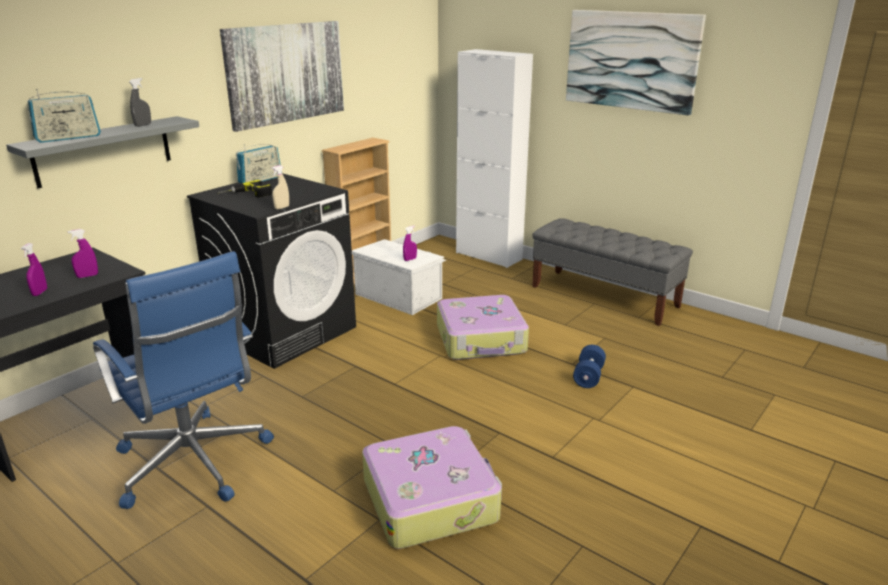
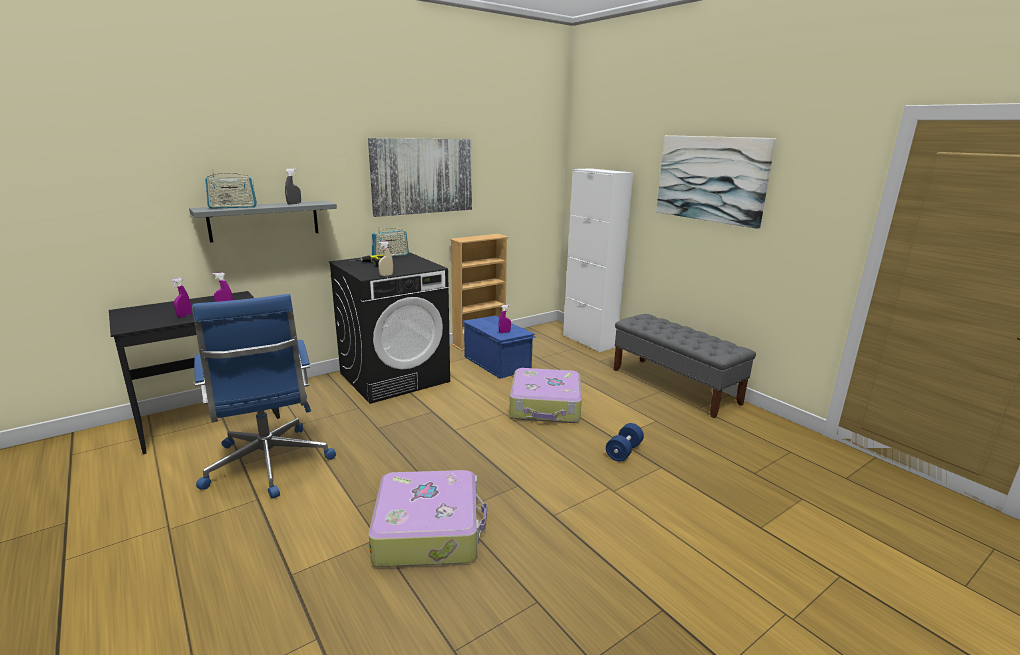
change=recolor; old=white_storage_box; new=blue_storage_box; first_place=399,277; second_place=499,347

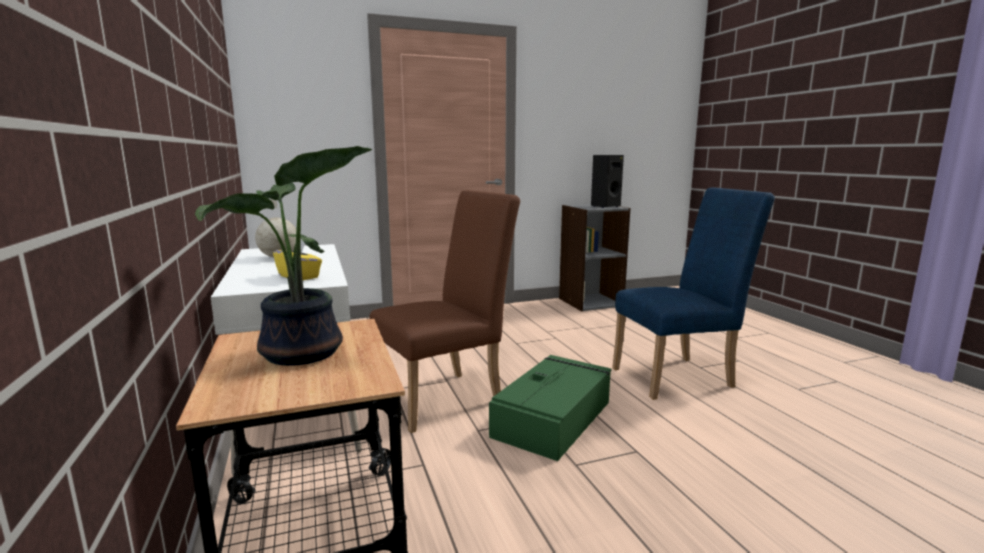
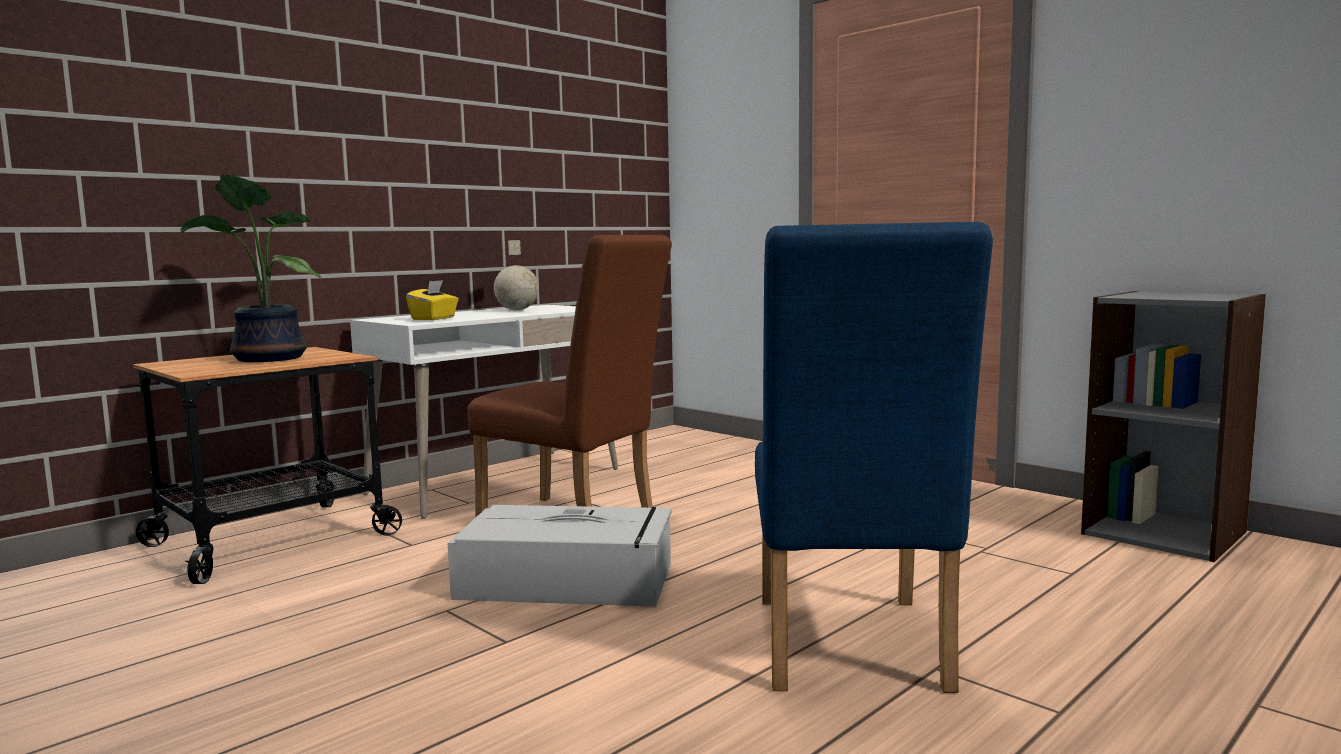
change=delete; old=black_speaker; first_place=607,181
change=rotate; old=blue_chair; first_place=693,293; second_place=874,457; degrees=45
change=recolor; old=green_storage_box; new=grey_storage_box; first_place=550,408; second_place=560,556

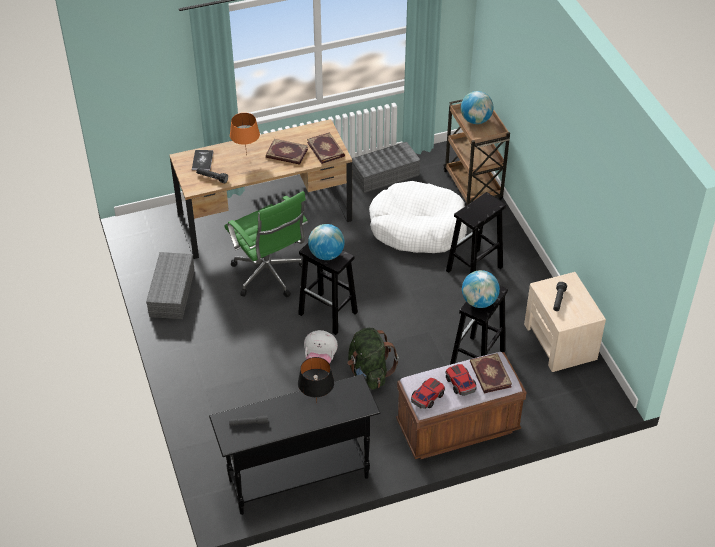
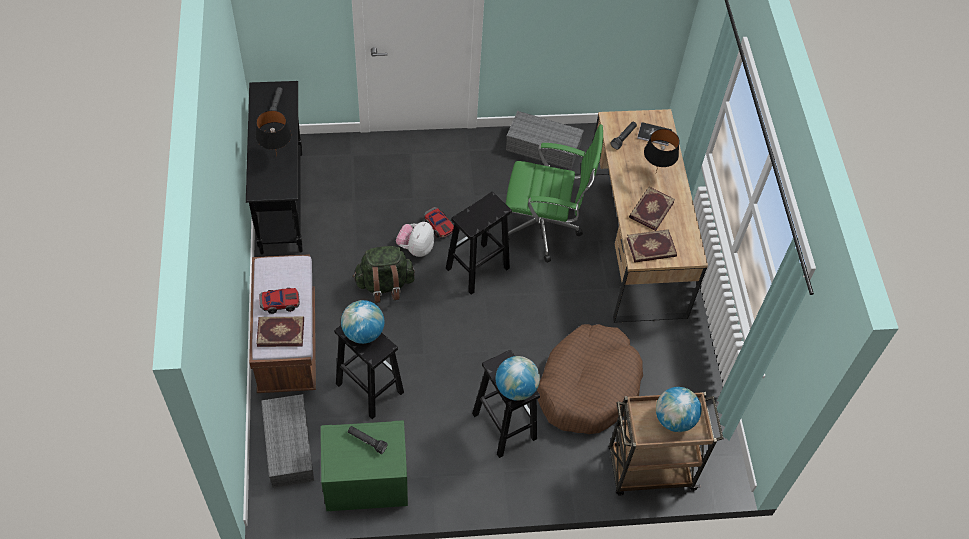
change=recolor; old=orange_table_lamp; new=black_table_lamp; first_place=245,134; second_place=661,150
change=move; old=grey_storage_box; first_place=386,167; second_place=287,440
change=recolor; old=white_dog_bed; new=brown_dog_bed; first_place=418,217; second_place=590,379
change=rotate; old=green_office_chair; first_place=266,244; second_place=554,193; degrees=-150
change=move; old=globe; first_place=326,242; second_place=518,378
change=recolor; old=beige_nightstand; new=green_nightstand; first_place=565,322; second_place=364,465
change=move; old=toy_car; first_place=428,393; second_place=439,223

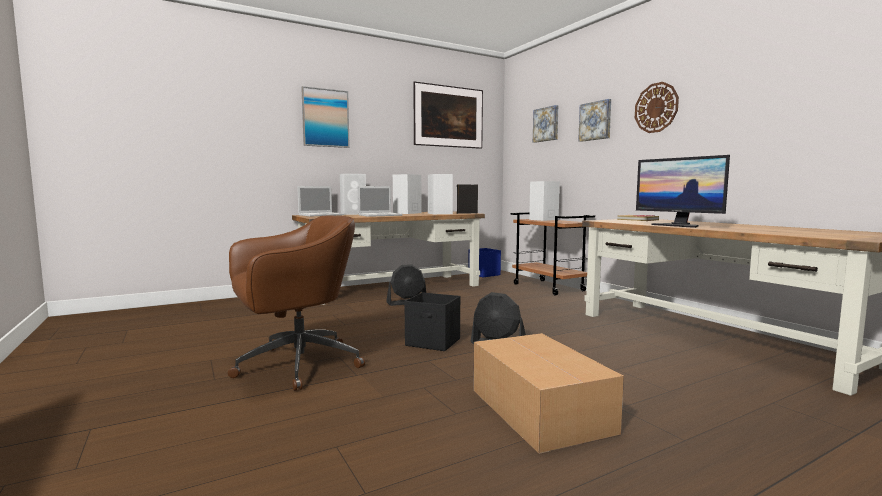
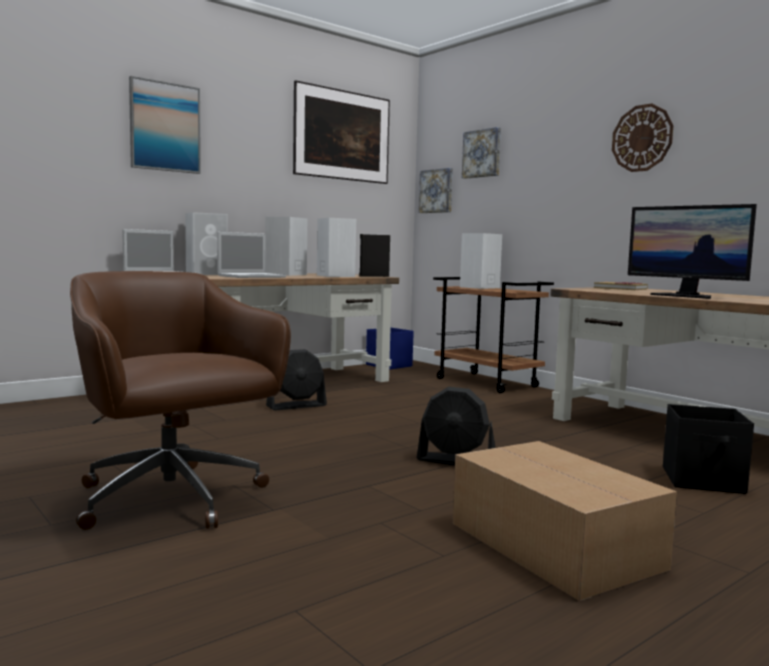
change=move; old=picture; first_place=594,120; second_place=436,190
change=rotate; old=brown_office_chair; first_place=296,303; second_place=180,400; degrees=-90
change=move; old=black_storage_box; first_place=432,321; second_place=708,449

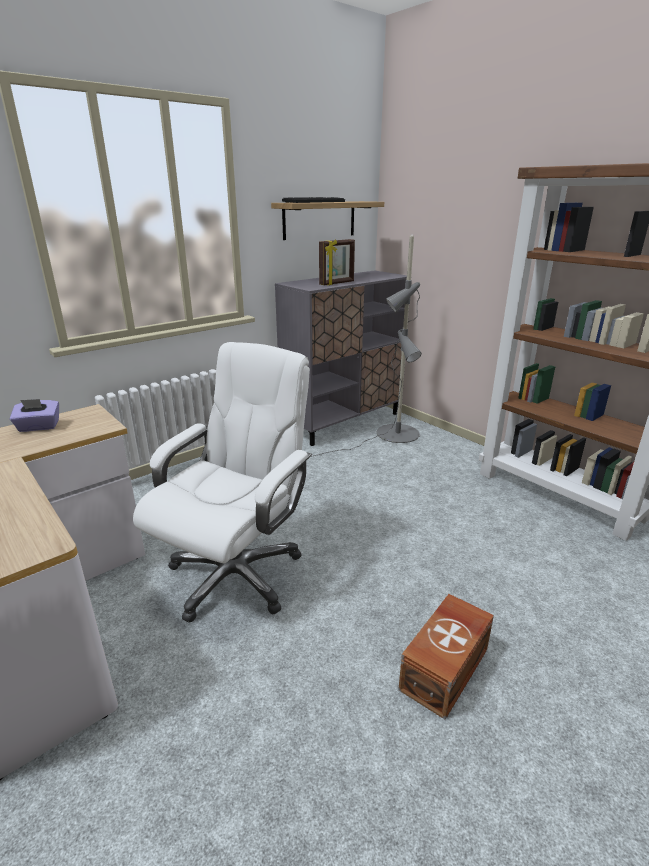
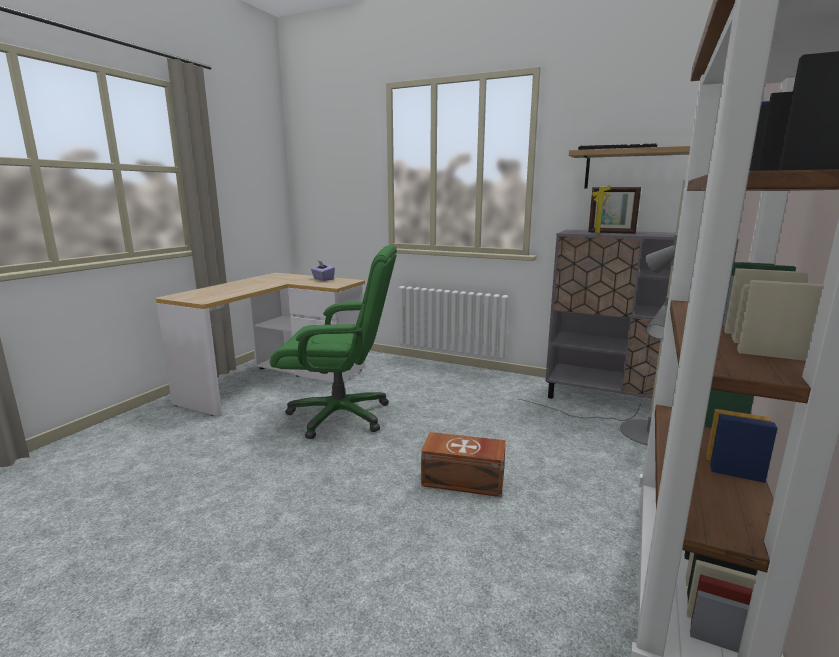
change=recolor; old=white_office_chair; new=green_office_chair; first_place=222,482; second_place=333,342
change=move; old=brown_storage_box; first_place=446,657; second_place=463,464

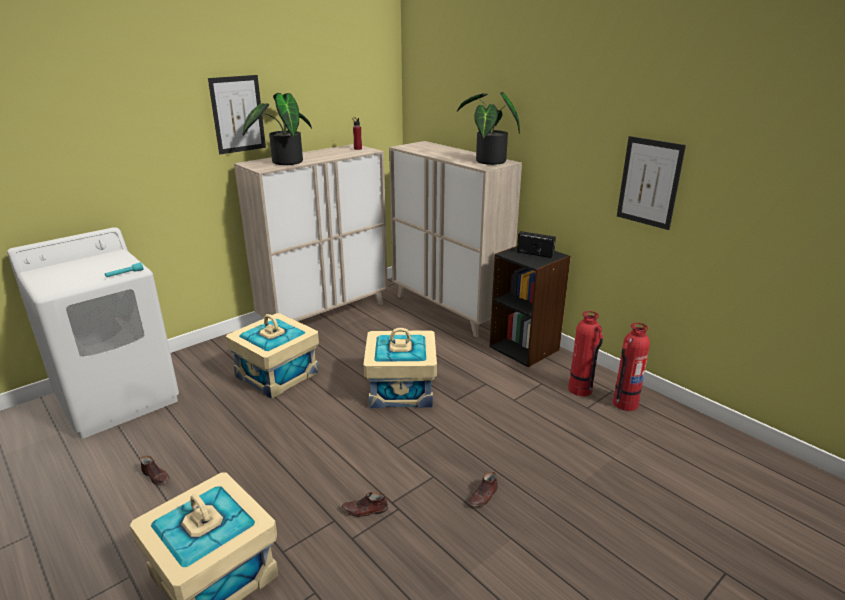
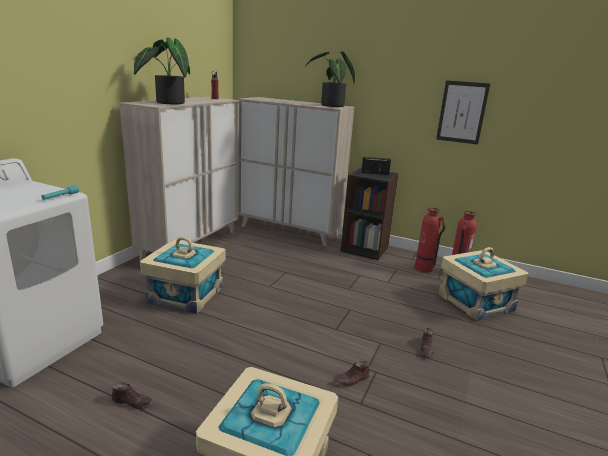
change=delete; old=picture; first_place=237,114
change=move; old=beige_storage_box; first_place=400,368; second_place=483,284

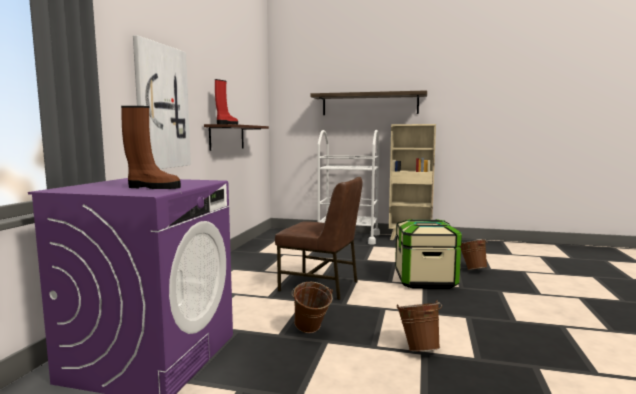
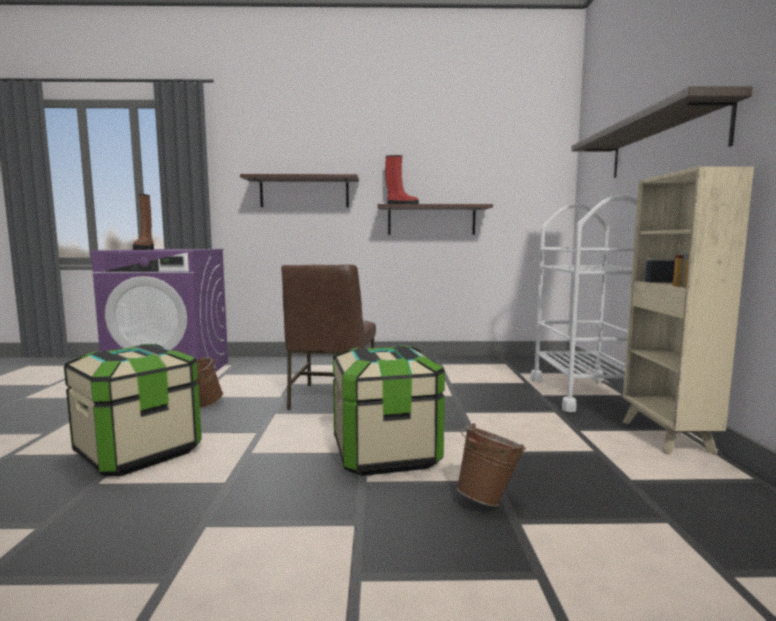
change=replace; old=picture; new=shelf; first_place=162,102; second_place=299,190
change=replace; old=brown_bucket; new=storage_box; first_place=419,325; second_place=133,410

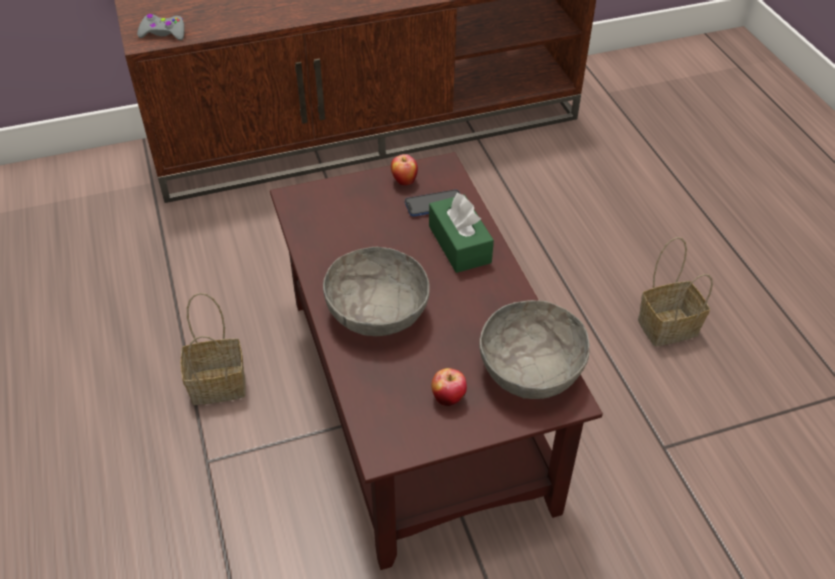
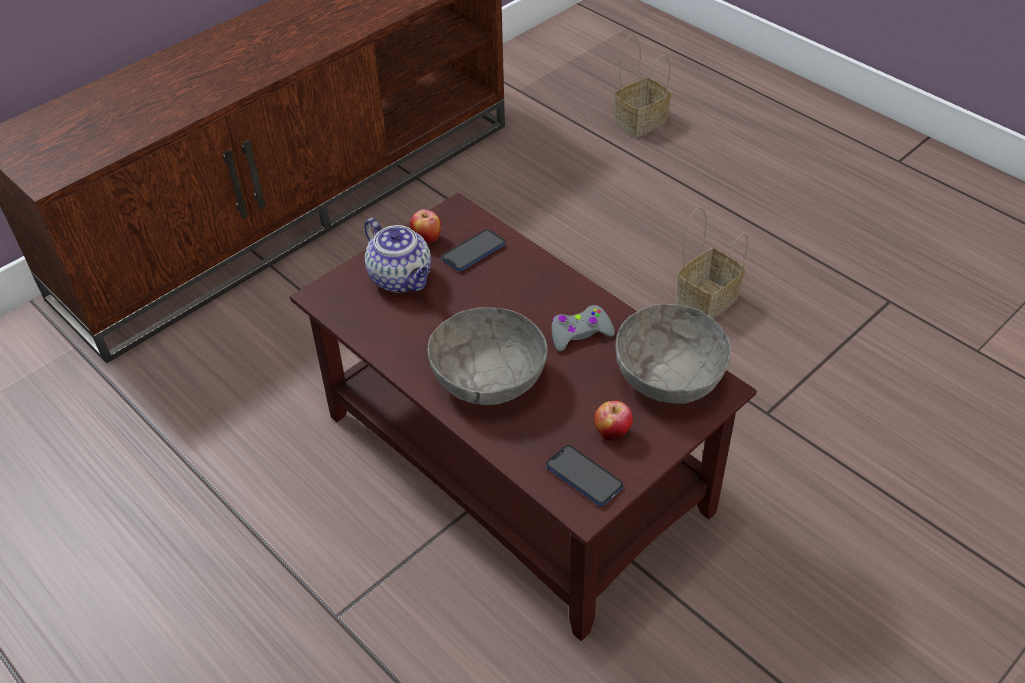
change=move; old=grey_game_controller; first_place=161,27; second_place=583,328
change=delete; old=green_tissue_box; first_place=461,233
change=move; old=basket; first_place=213,349; second_place=643,86
change=insert; new=teapot; second_place=397,255
change=insert; new=phone; second_place=584,475

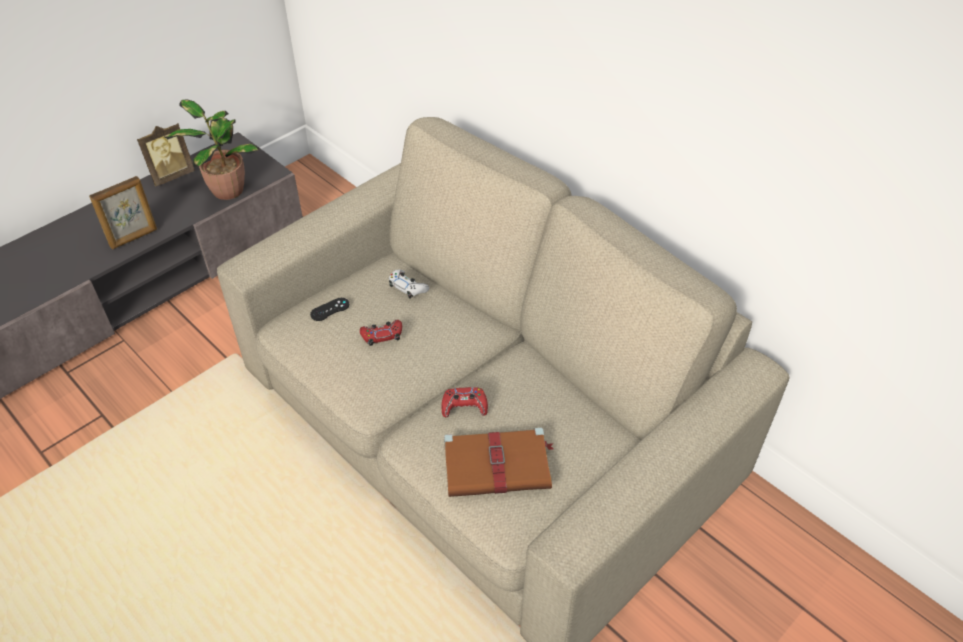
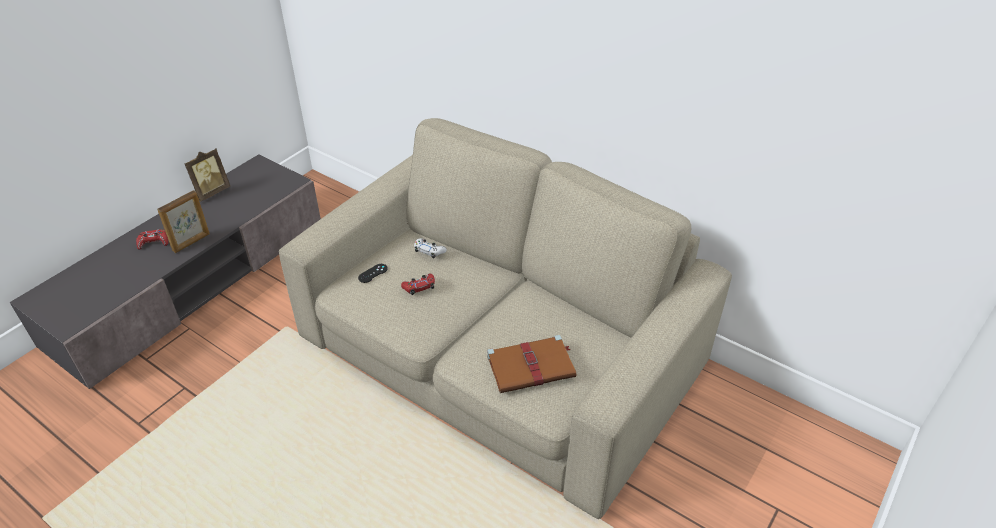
change=delete; old=potted_plant; first_place=211,149
change=move; old=red_game_controller; first_place=465,402; second_place=152,239

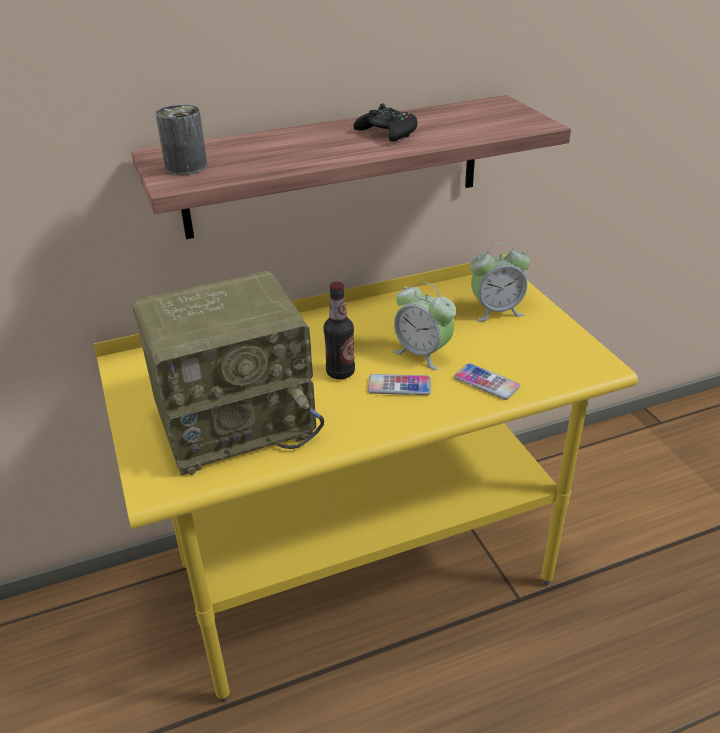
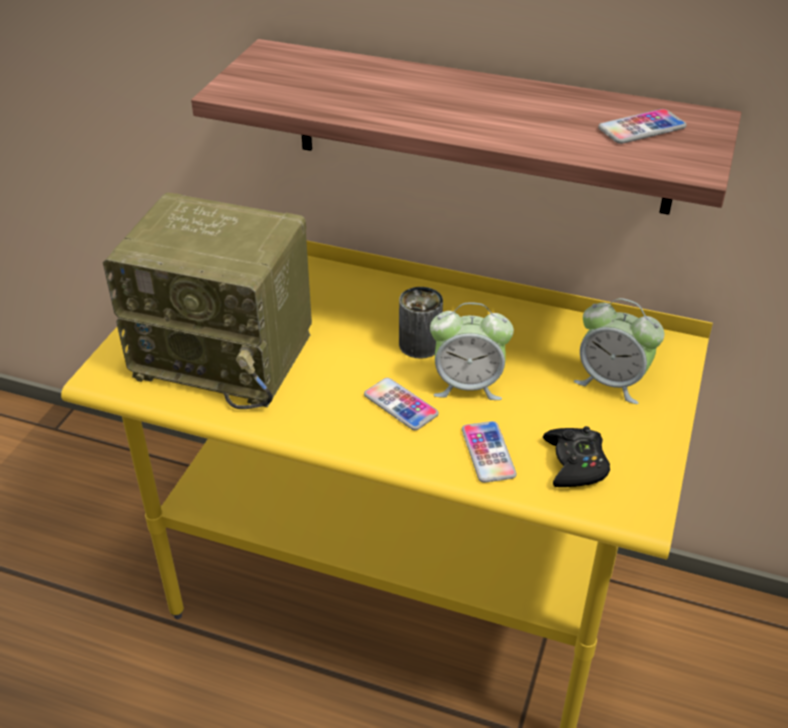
change=move; old=black_game_controller; first_place=385,123; second_place=576,456
change=move; old=can; first_place=181,140; second_place=421,323
change=delete; old=bottle; first_place=339,330
change=rotate; old=alarm_clock; first_place=424,326; second_place=472,351; degrees=-75
change=insert; new=phone; second_place=642,126

